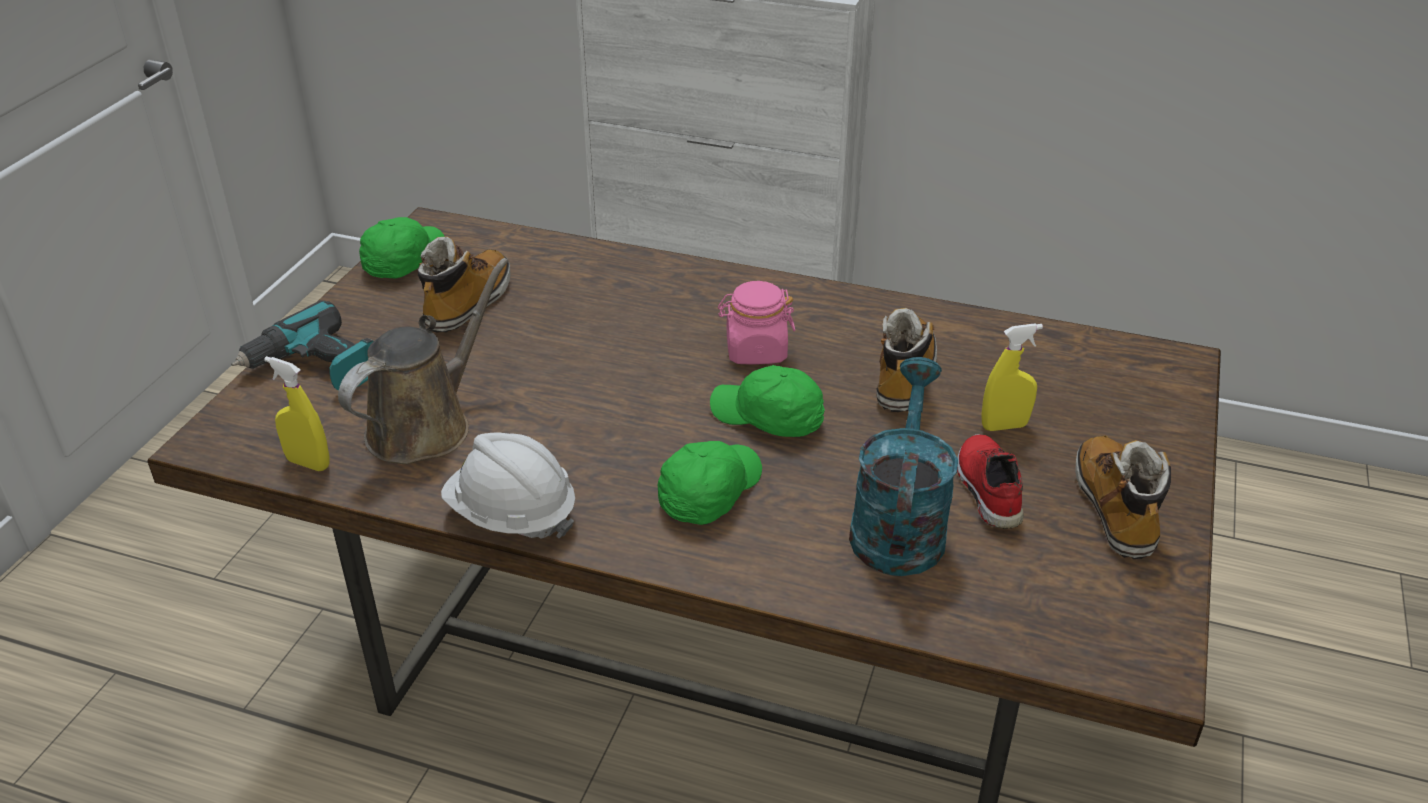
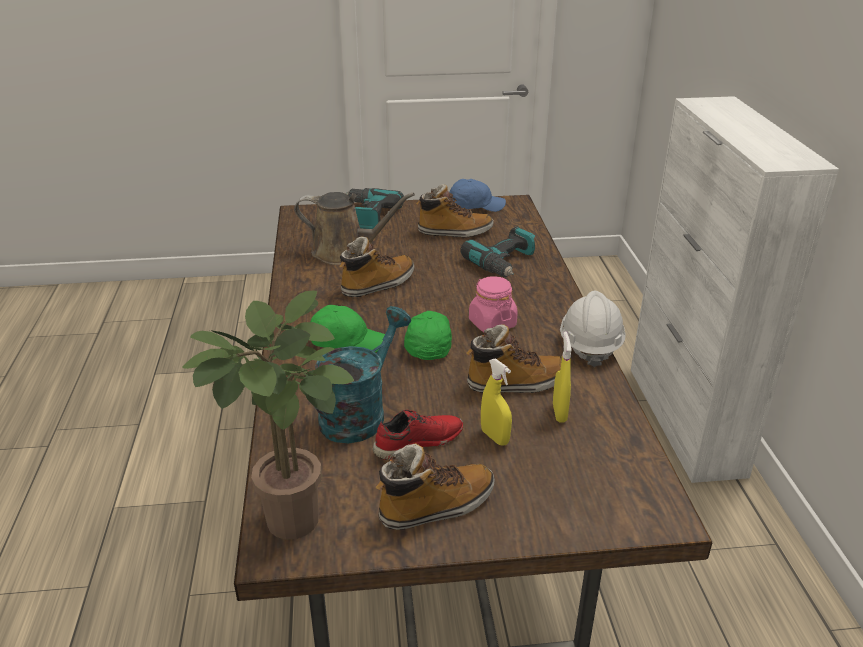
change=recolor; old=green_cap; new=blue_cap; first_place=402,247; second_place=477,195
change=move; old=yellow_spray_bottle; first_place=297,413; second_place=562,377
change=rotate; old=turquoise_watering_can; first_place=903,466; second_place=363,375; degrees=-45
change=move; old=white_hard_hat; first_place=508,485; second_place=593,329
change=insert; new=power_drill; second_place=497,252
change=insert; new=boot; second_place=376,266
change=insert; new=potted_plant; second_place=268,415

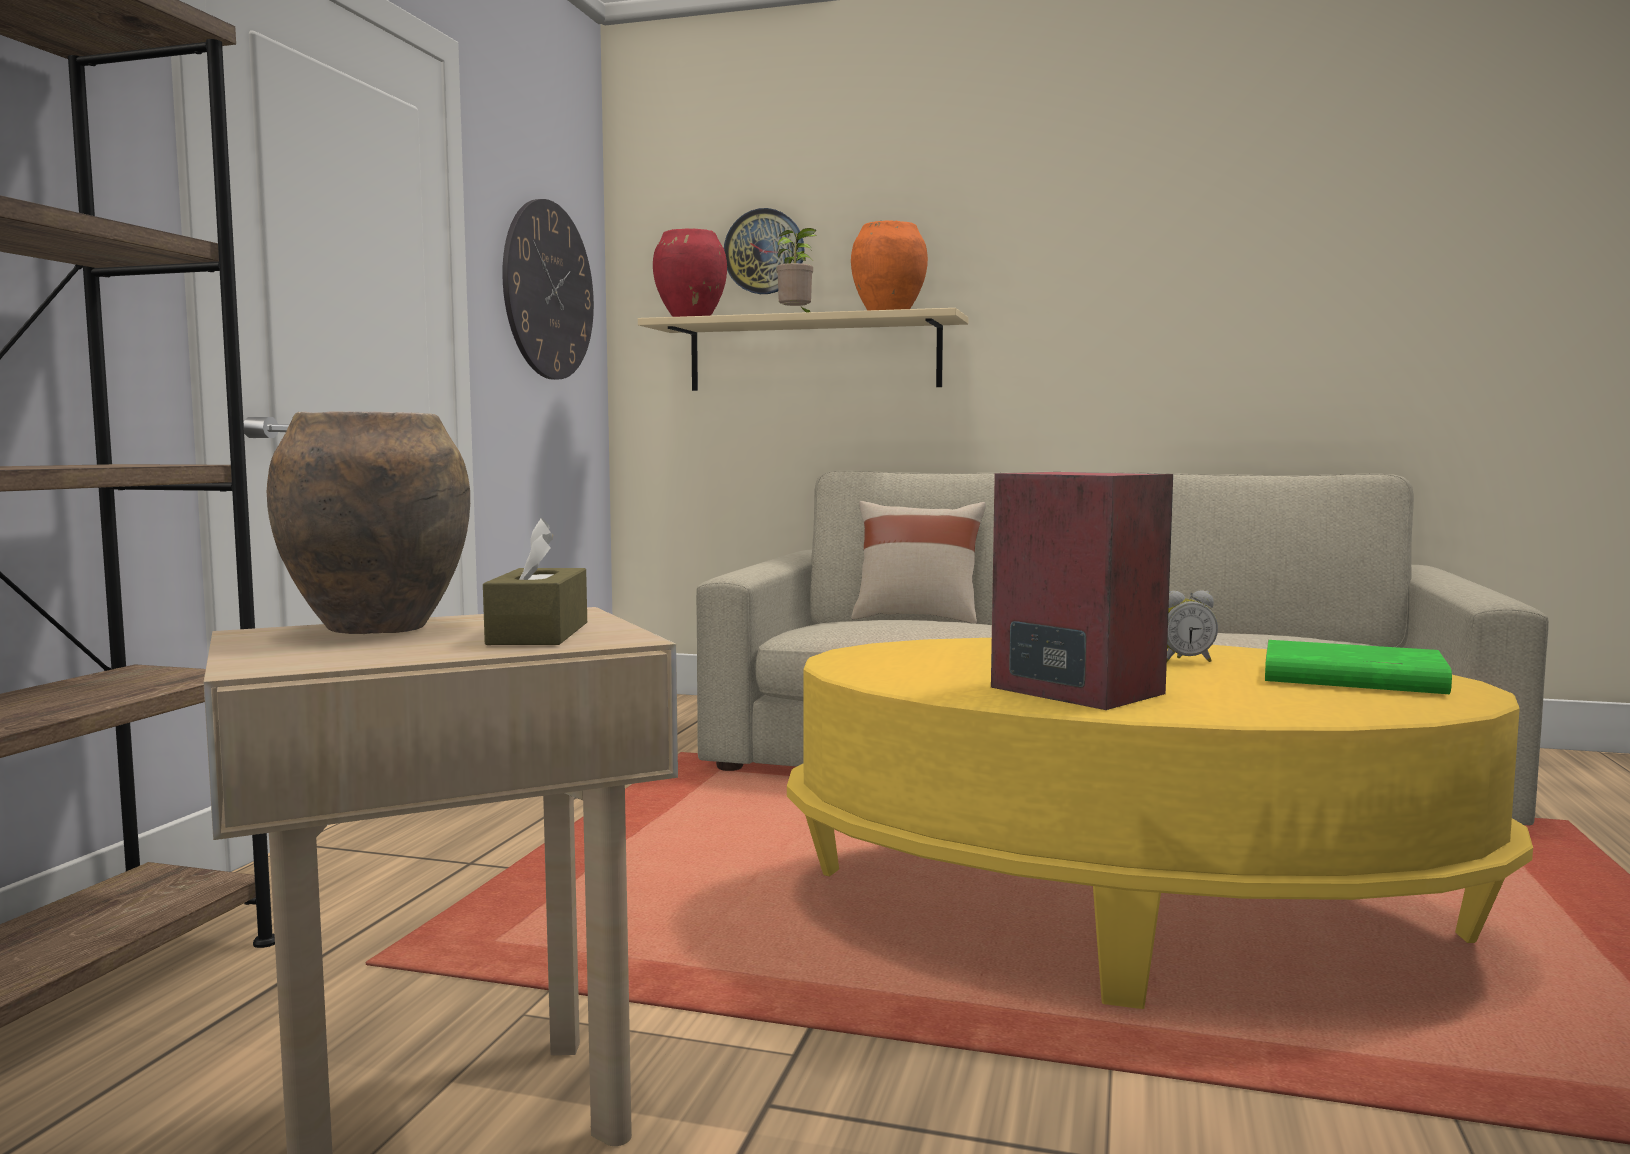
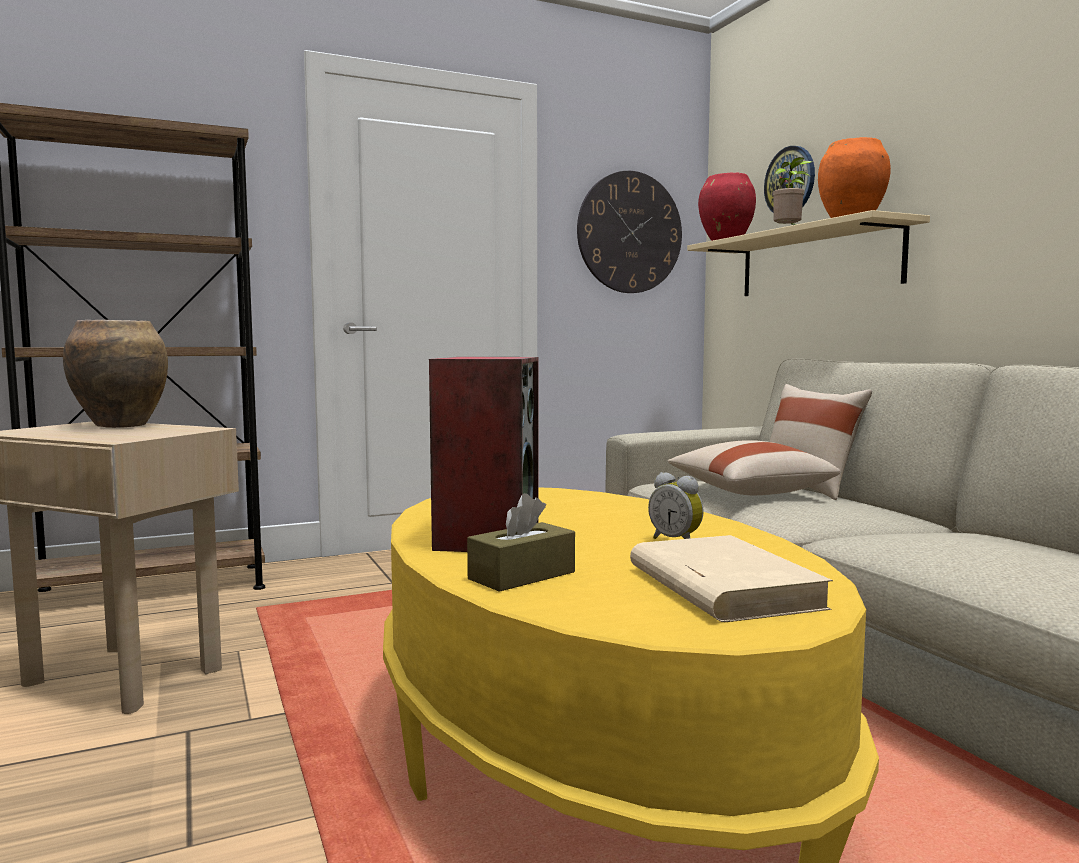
change=move; old=brown_tissue_box; first_place=535,581; second_place=521,542
change=recolor; old=green_book; new=beige_book; first_place=1358,667; second_place=731,578
change=insert; new=beige_pillow; second_place=754,467

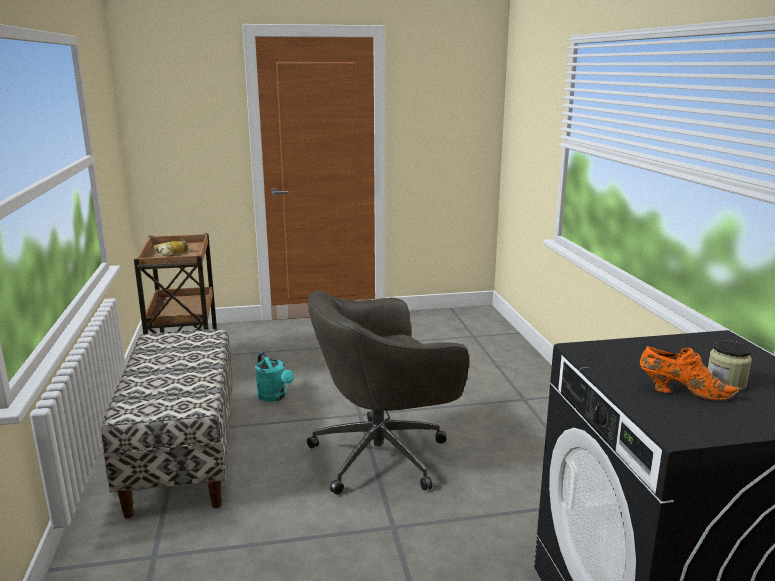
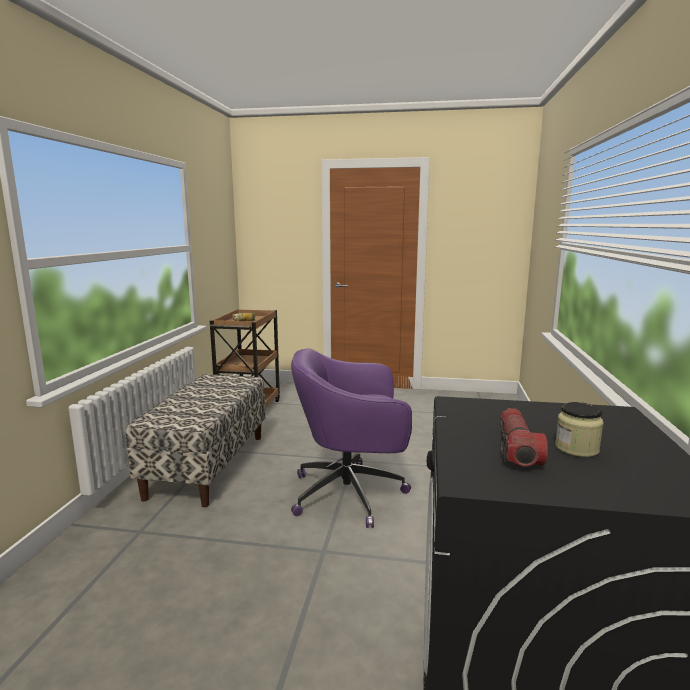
change=recolor; old=grey_office_chair; new=purple_office_chair; first_place=388,392; second_place=351,438
change=replace; old=orange_shoe; new=flashlight; first_place=691,373; second_place=524,437
change=delete; old=turquoise_watering_can; first_place=274,377

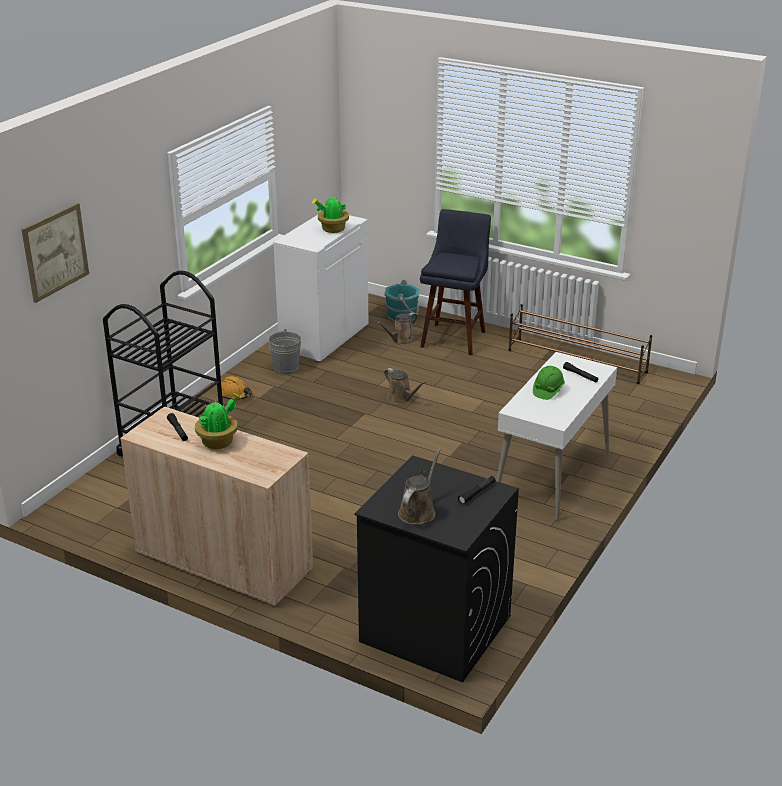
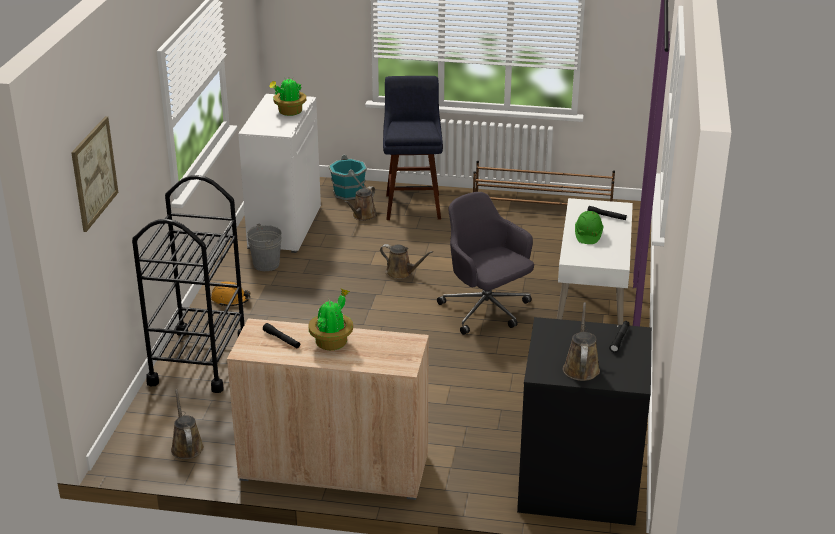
change=insert; new=grey_office_chair; second_place=485,263
change=insert; new=brown_watering_can; second_place=187,424

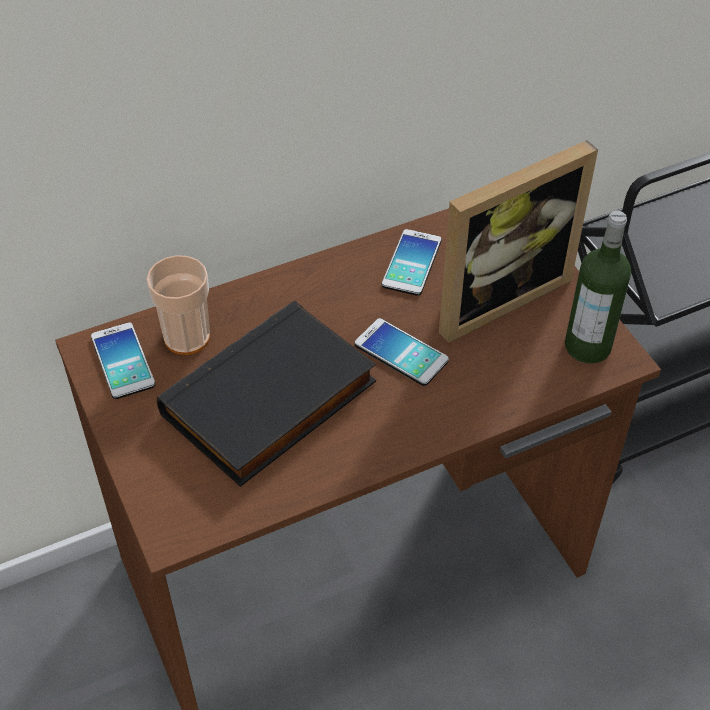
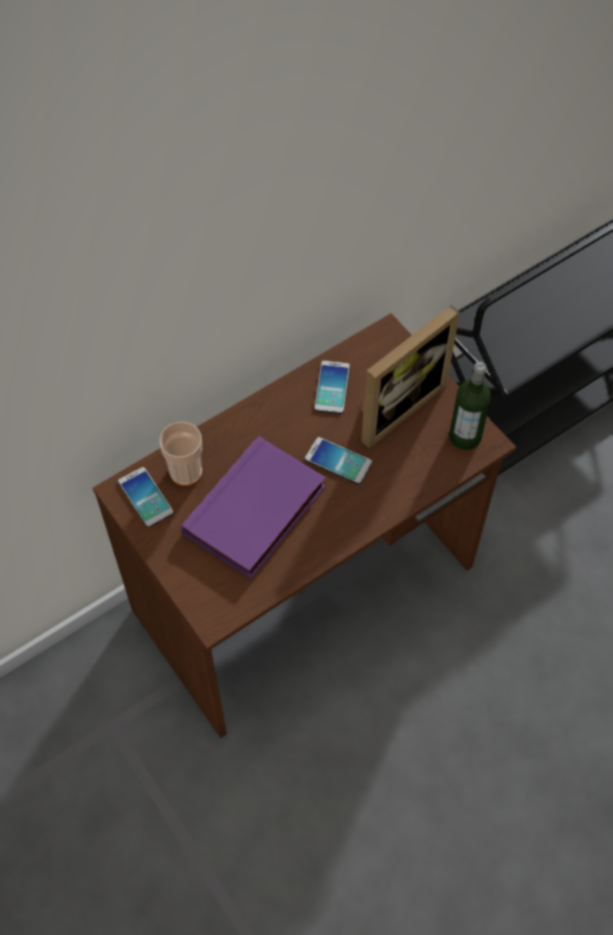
change=recolor; old=black_book; new=purple_book; first_place=266,394; second_place=253,507

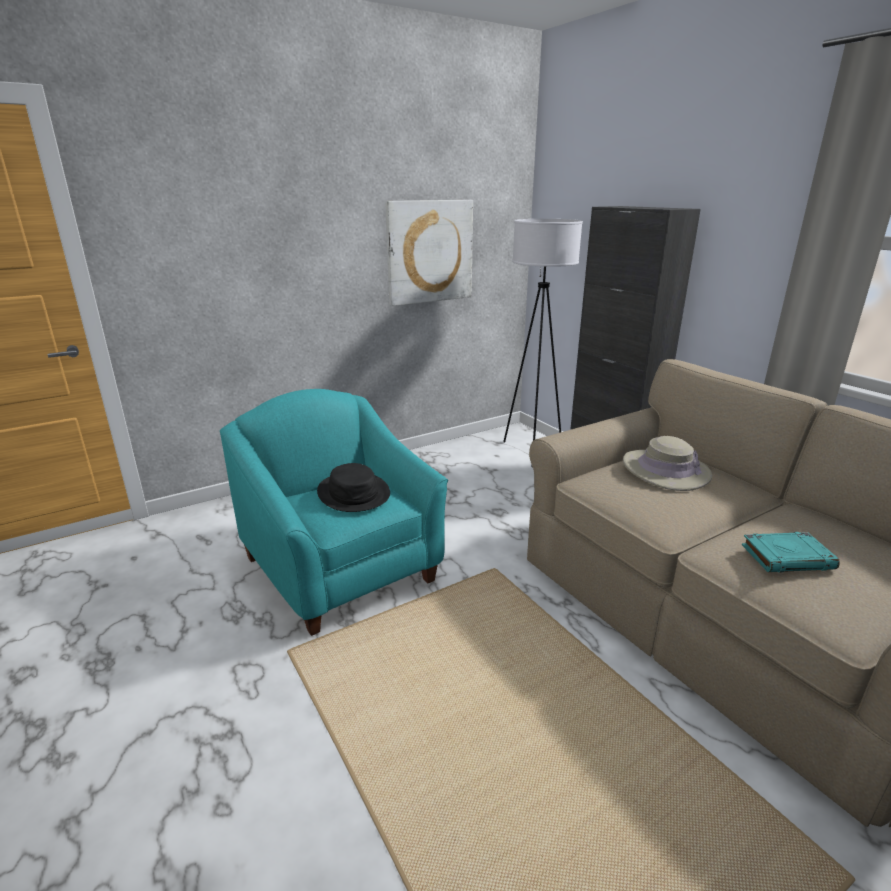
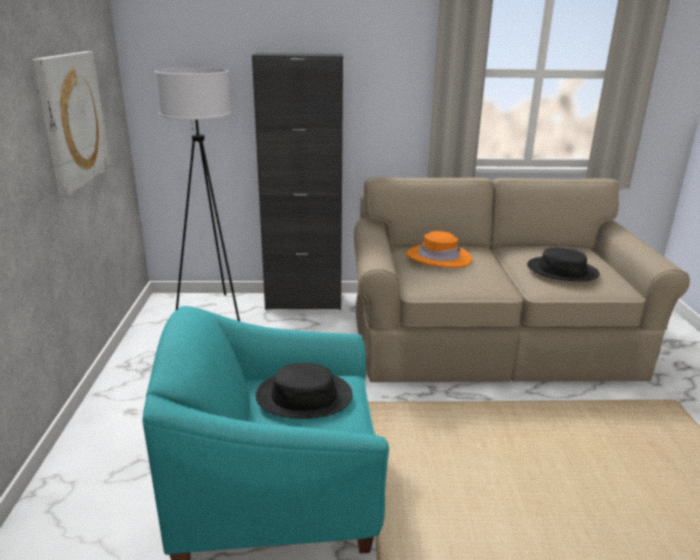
change=recolor; old=beige_hat; new=orange_hat; first_place=667,463; second_place=439,249
change=replace; old=turquoise_book; new=black_hat; first_place=791,552; second_place=563,265

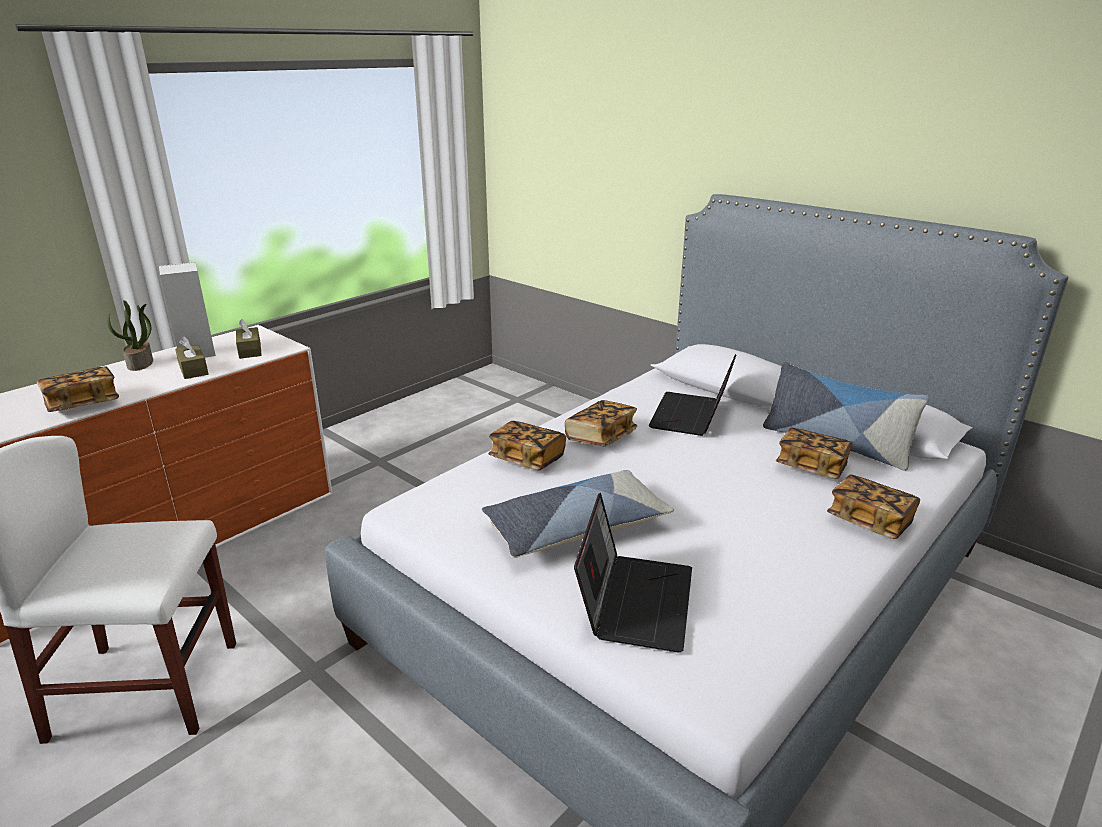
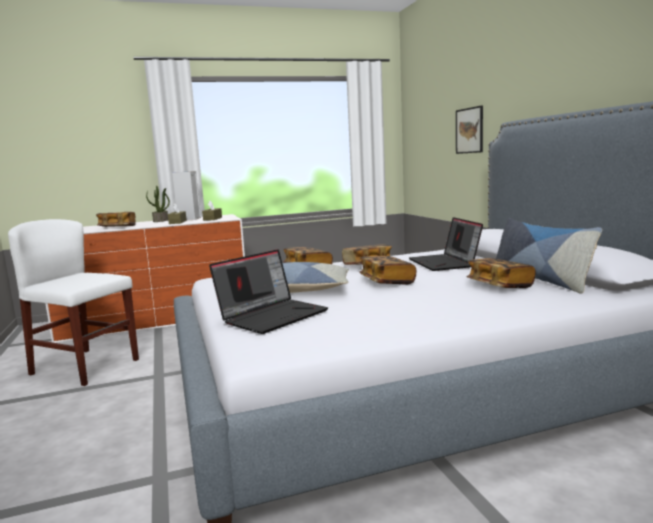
change=rotate; old=laptop; first_place=692,395; second_place=446,244; degrees=-60
change=move; old=book; first_place=873,507; second_place=388,270
change=insert; new=picture; second_place=469,130

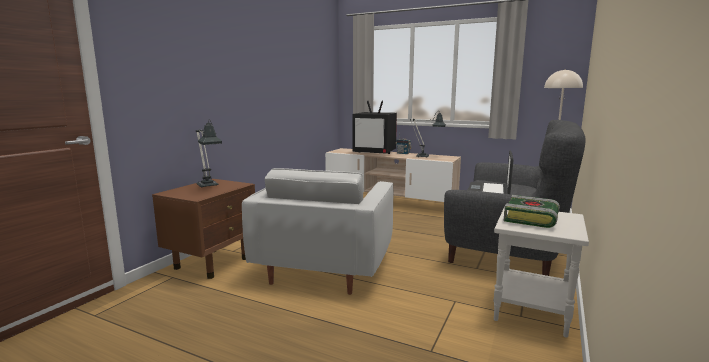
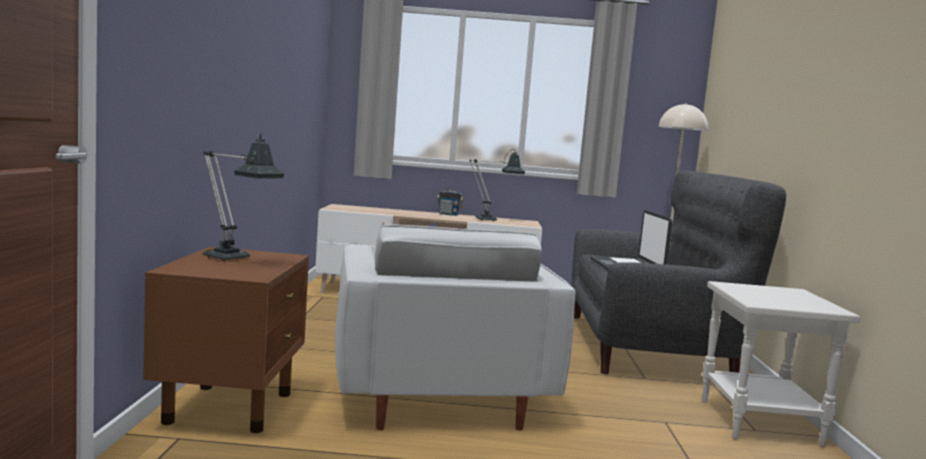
change=delete; old=television; first_place=374,127
change=delete; old=book; first_place=532,211

